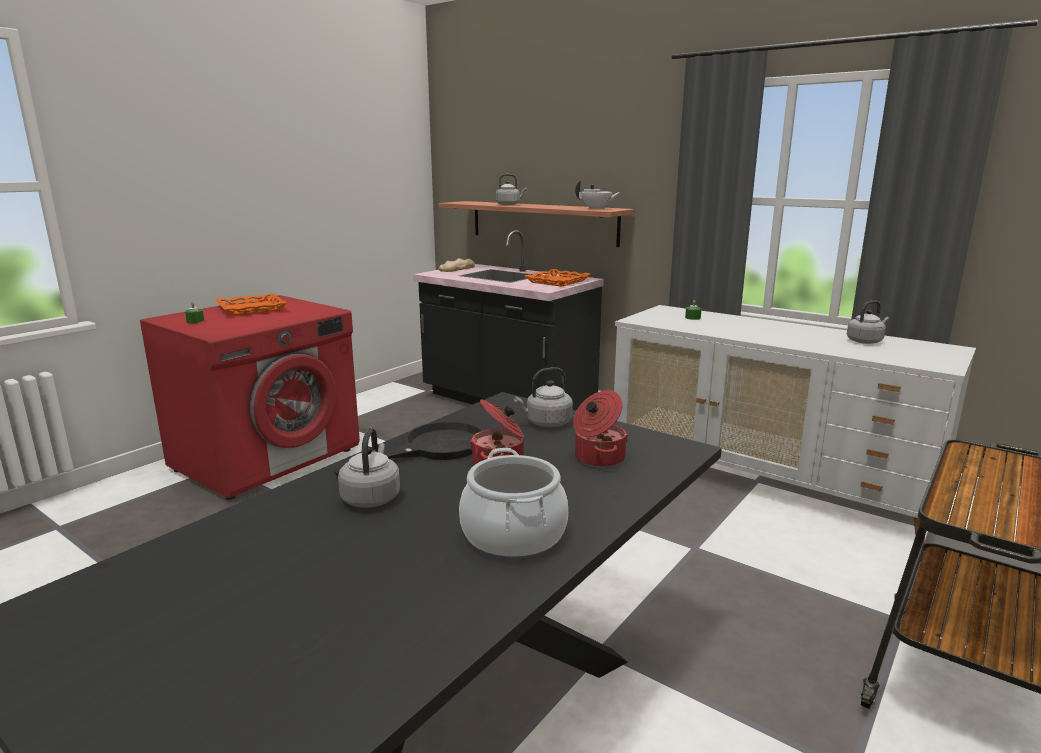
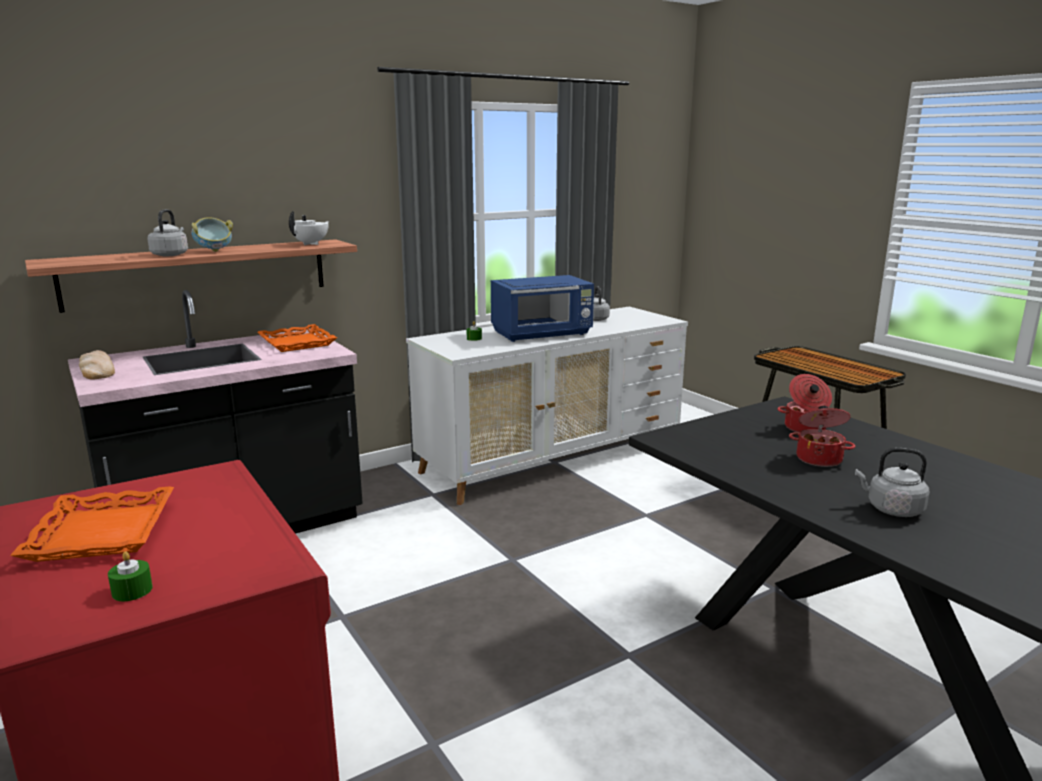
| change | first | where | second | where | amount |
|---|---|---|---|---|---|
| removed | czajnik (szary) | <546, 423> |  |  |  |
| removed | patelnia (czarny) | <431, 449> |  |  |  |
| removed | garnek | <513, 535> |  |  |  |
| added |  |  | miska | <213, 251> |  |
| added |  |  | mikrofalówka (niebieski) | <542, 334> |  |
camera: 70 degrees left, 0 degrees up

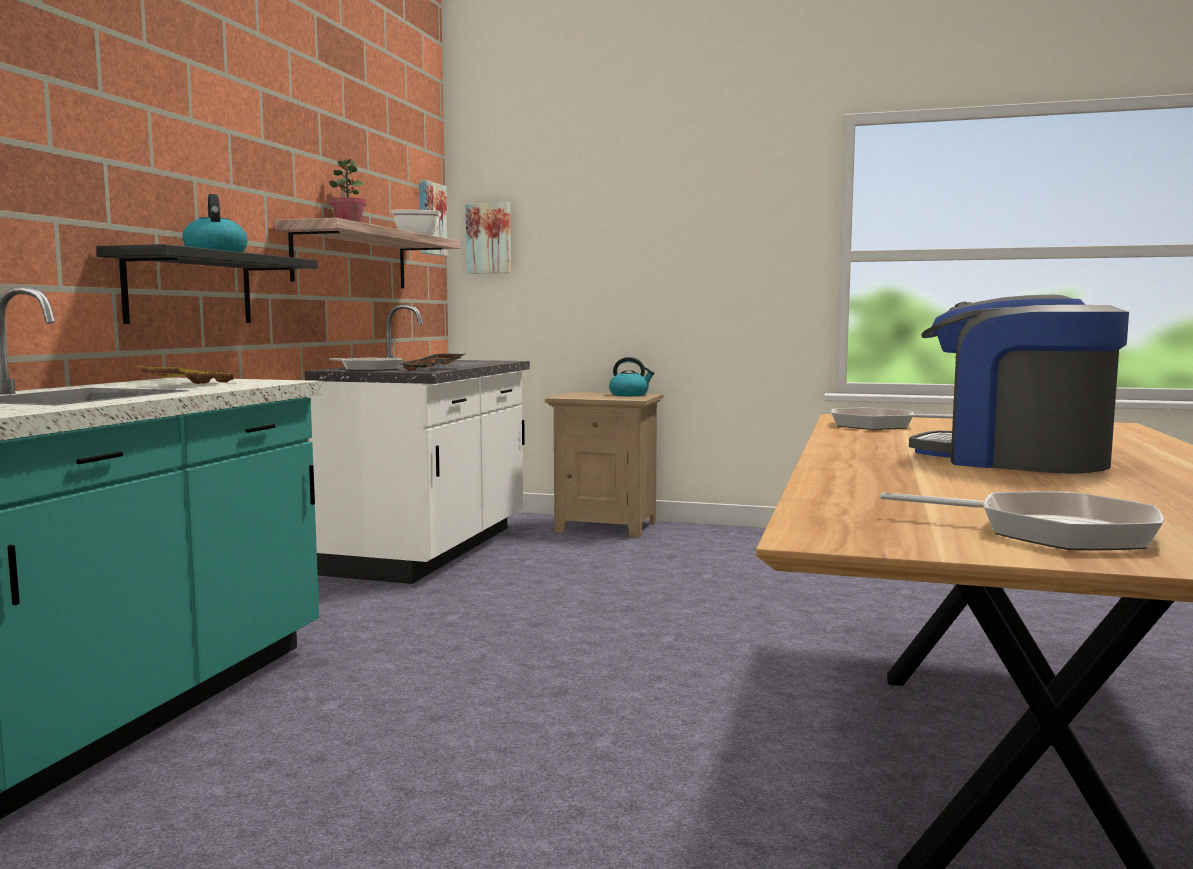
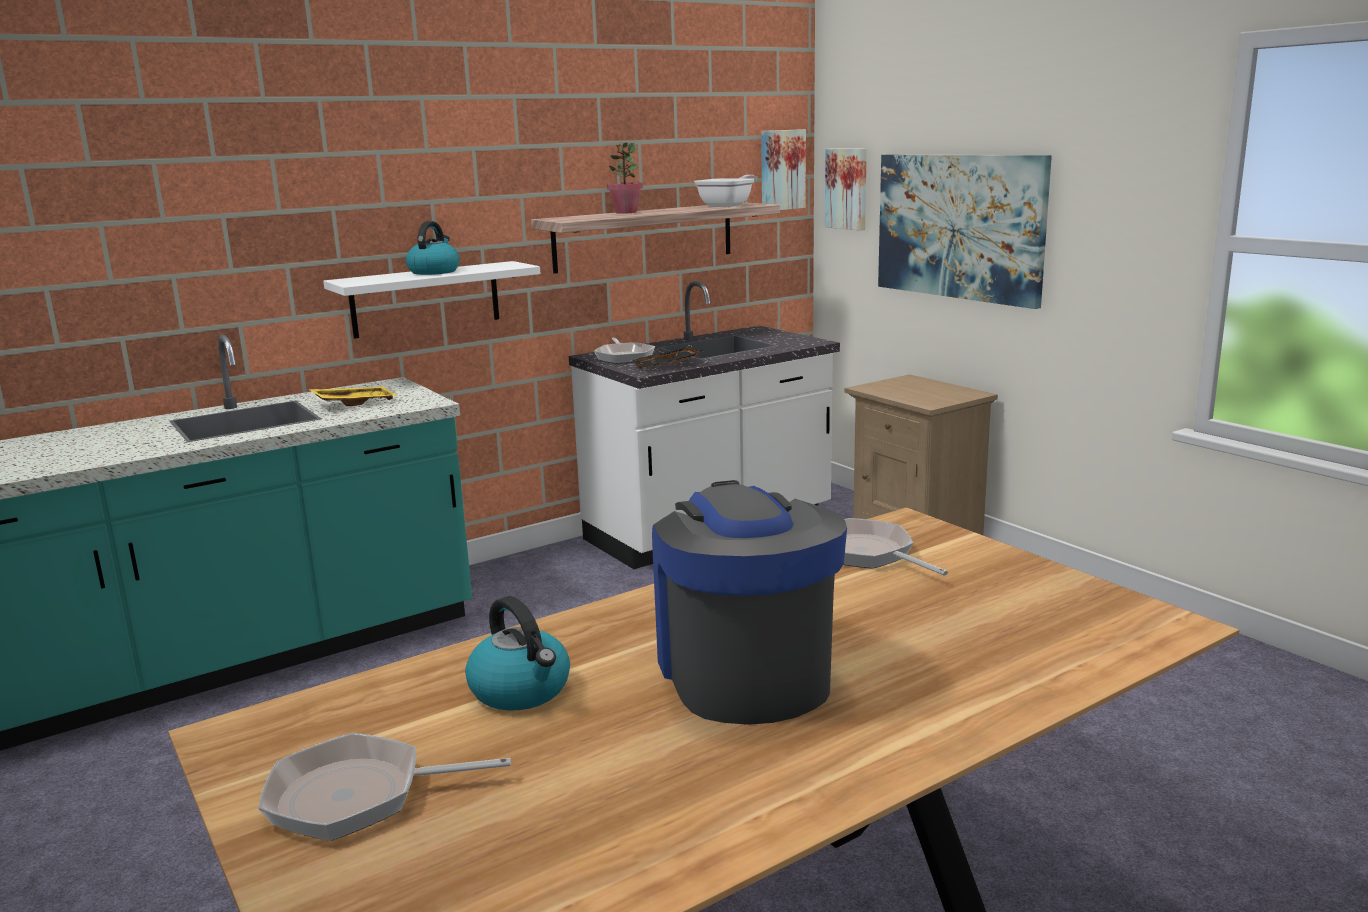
| change | first | where | second | where | amount |
|---|---|---|---|---|---|
| recoloured | półka (czarny) | <190, 289> | półka (biały) | <425, 299> |  |
| moved | czajnik | <629, 395> |  | <521, 690> |  |
| turned | patelnia | <1050, 532> |  | <358, 796> | 105 degrees clockwise |
| added |  |  | obraz | <959, 226> |  |
camera: 40 degrees right, 10 degrees up

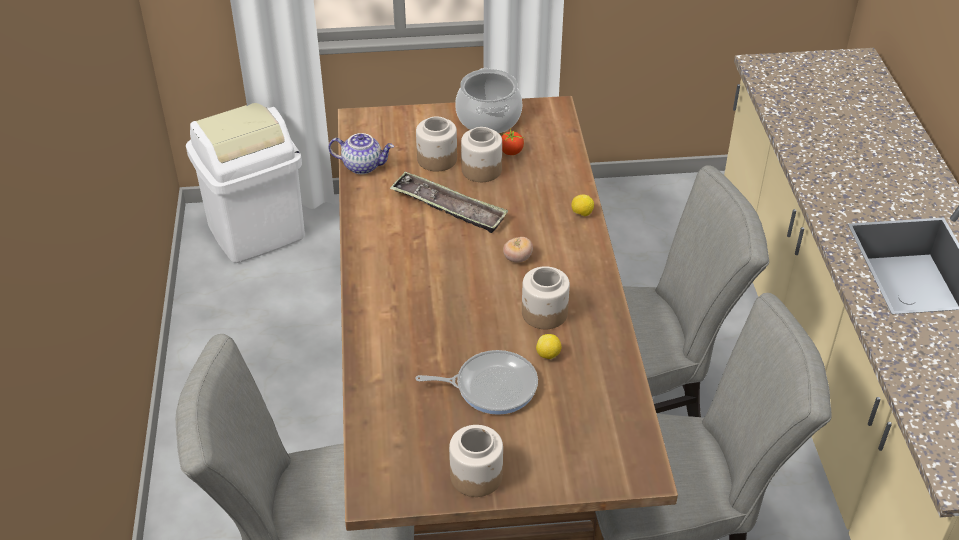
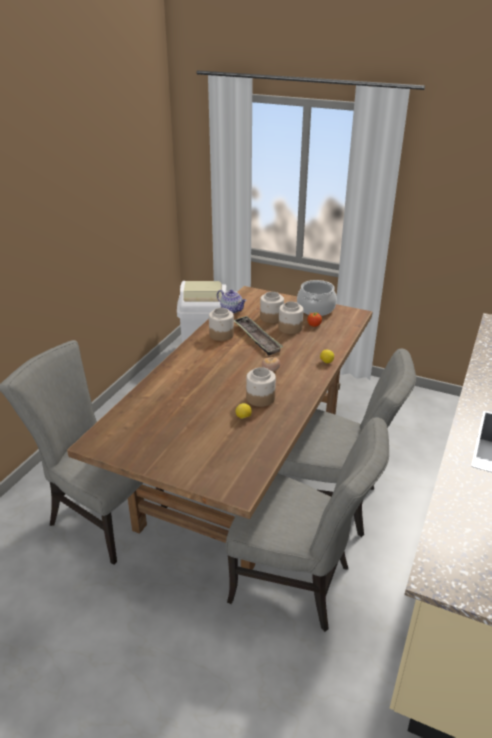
| change | first | where | second | where | amount |
|---|---|---|---|---|---|
| removed | patelnia | <491, 386> |  |  |  |
| moved | słoik | <476, 475> |  | <221, 334> |  |
camera: 30 degrees right, 10 degrees down

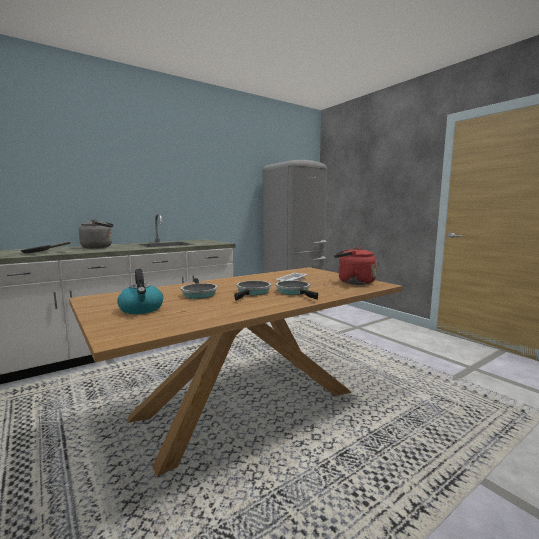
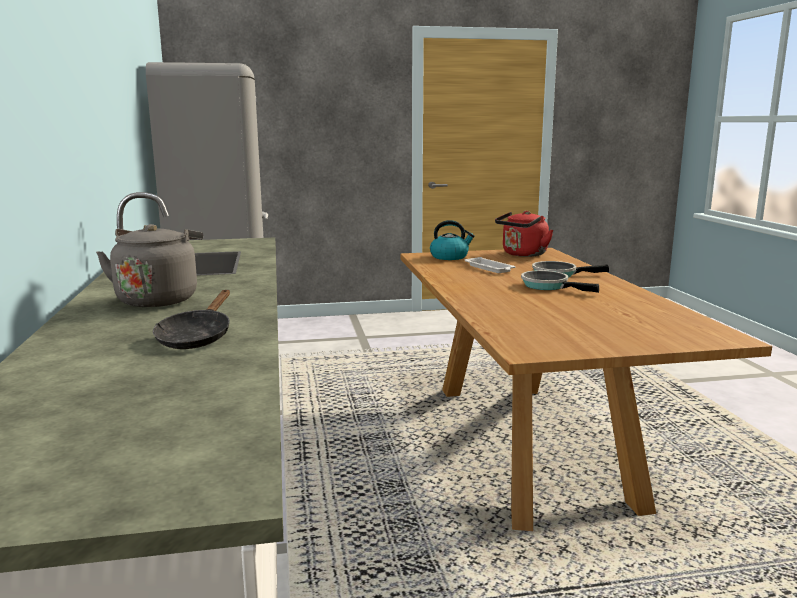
| change | first | where | second | where | amount |
|---|---|---|---|---|---|
| moved | czajnik | <141, 309> |  | <450, 257> |  |
| removed | patelnia | <198, 294> |  |  |  |
camera: 65 degrees left, 5 degrees up

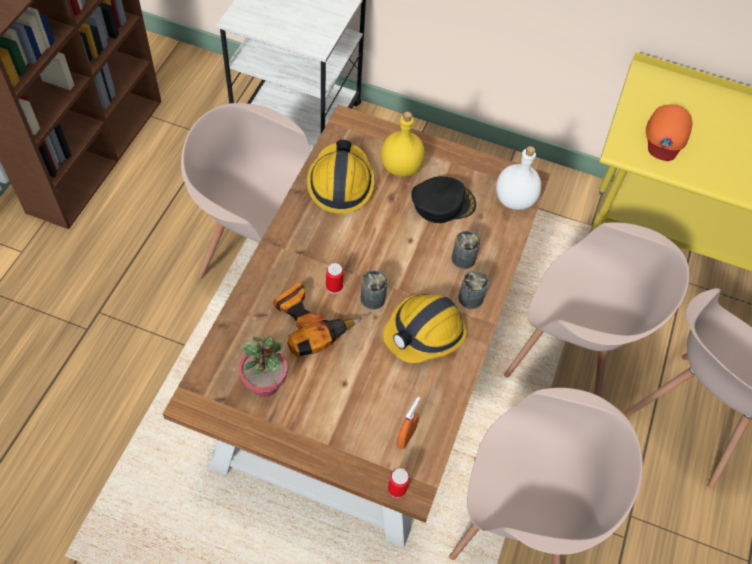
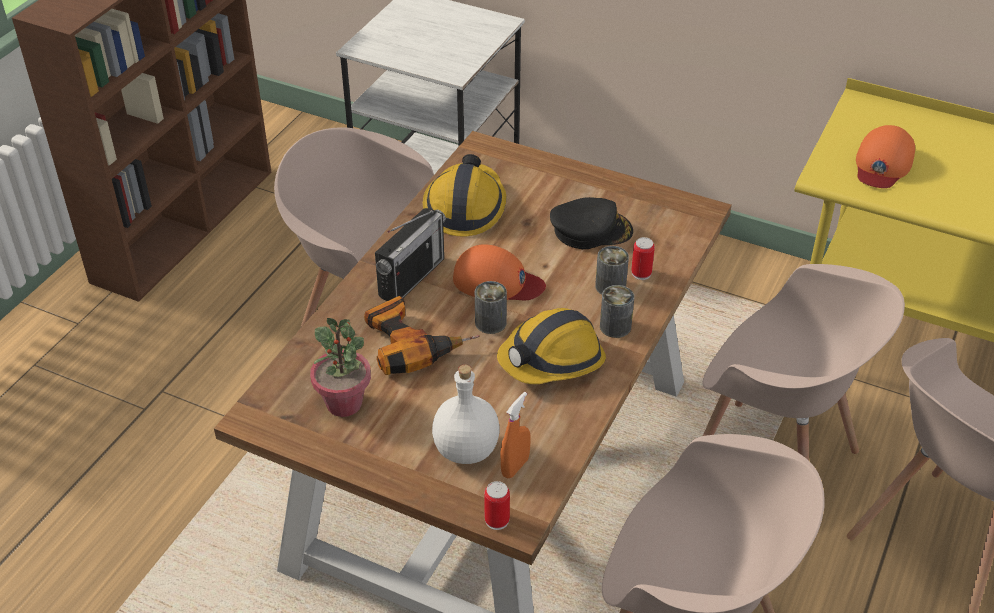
| change | first | where | second | where | amount |
|---|---|---|---|---|---|
| removed | butelka (żółty) | <401, 166> |  |  |  |
| moved | butelka (biały) | <515, 200> |  | <467, 450> |  |
| moved | puszka | <334, 287> |  | <641, 273> |  |
| added |  |  | radio | <411, 278> |  |
| added |  |  | czapka z daszkiem (pomarańczowy) | <497, 281> |  |
camera: 10 degrees right, 15 degrees down

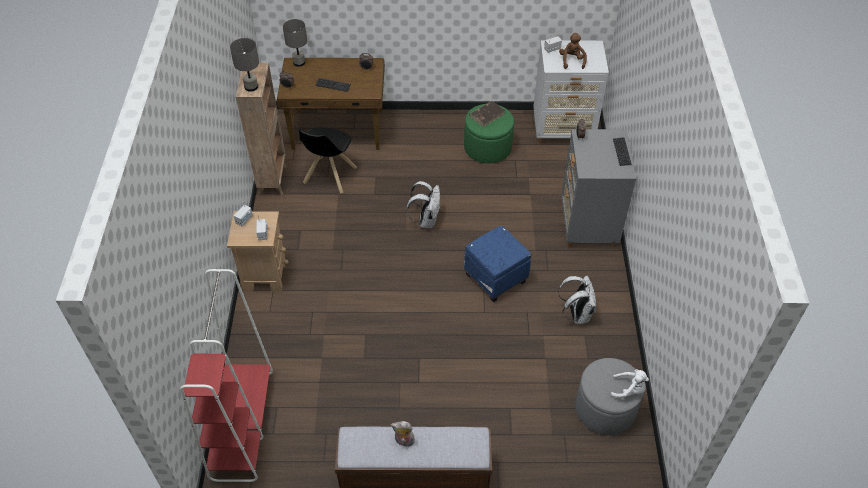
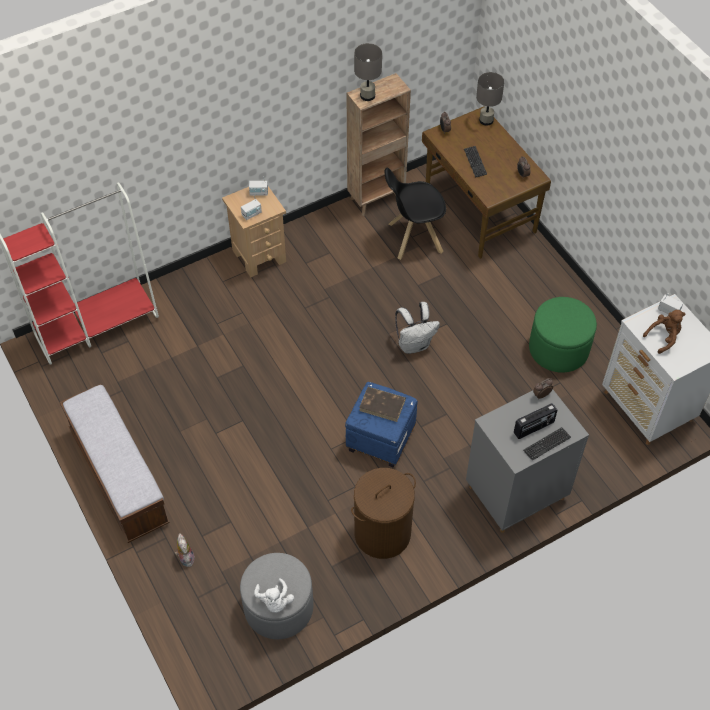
| change | first | where | second | where | amount |
|---|---|---|---|---|---|
| moved | książka (brązowy) | <487, 114> |  | <382, 405> |  |
| replaced | plecak (biały) | <577, 314> | kosz na pranie (brązowy) | <382, 533> |  |
| moved | pluszak | <403, 441> |  | <185, 558> |  |
| added |  |  | radio | <534, 428> |  |
camera: 60 degrees right, 5 degrees up

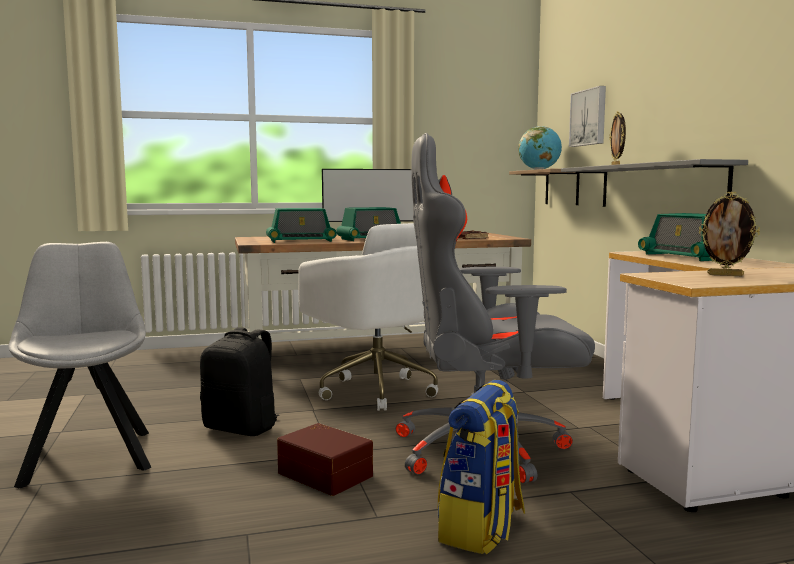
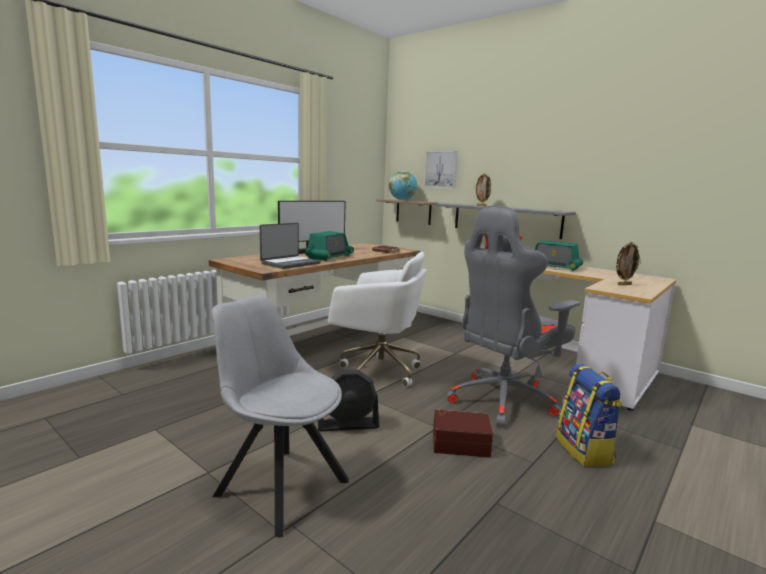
| change | first | where | second | where | amount |
|---|---|---|---|---|---|
| replaced | radio | <301, 241> | laptop | <290, 263> |  |
| replaced | plecak (czarny) | <242, 428> | wentylator (czarny) | <348, 425> |  |
camera: 35 degrees left, 5 degrees up

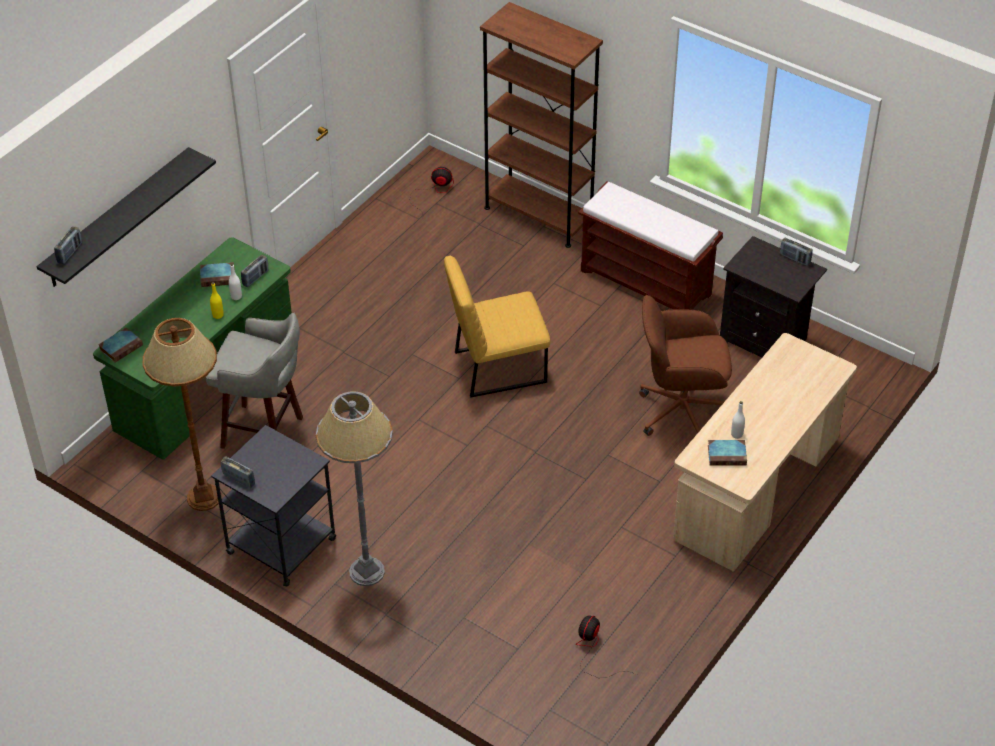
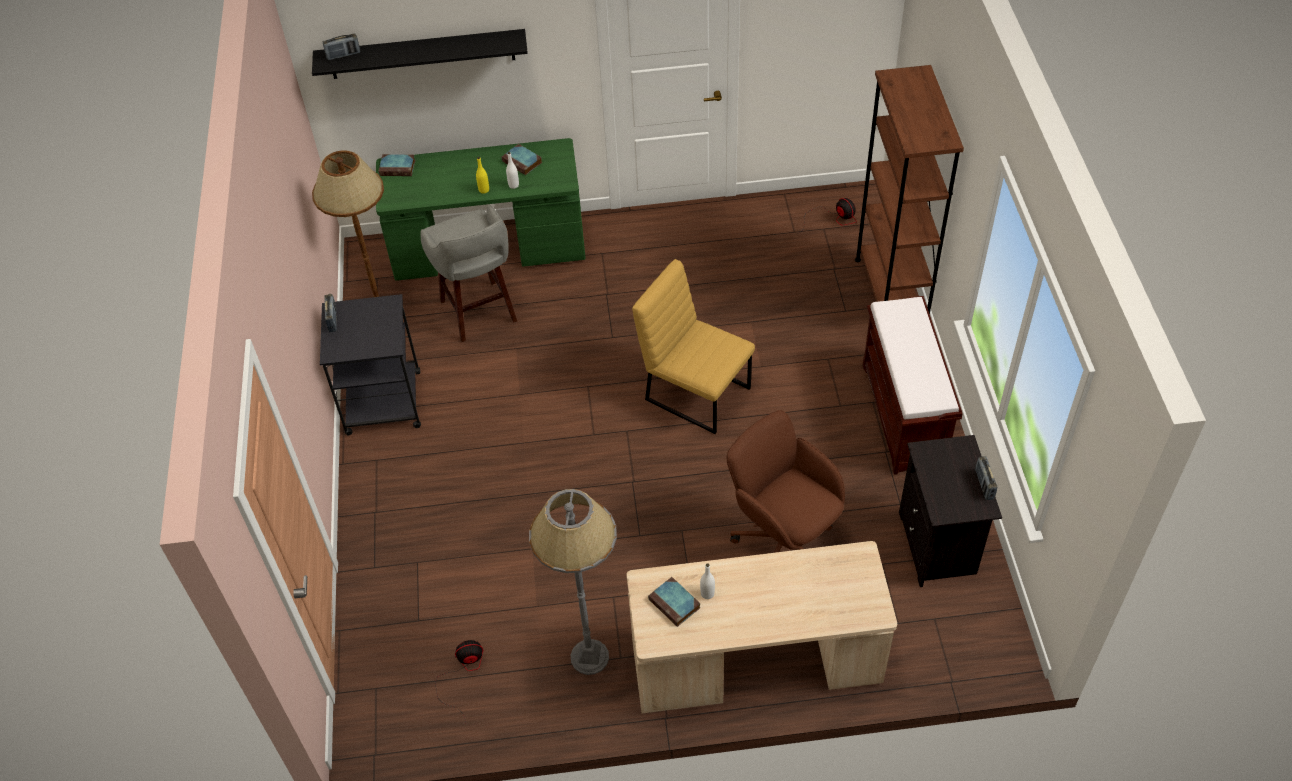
| change | first | where | second | where | amount |
|---|---|---|---|---|---|
| removed | radio | <255, 278> |  |  |  |
| moved | lampa stojąca (szary) | <366, 572> |  | <589, 657> |  |
camera: 50 degrees right, 5 degrees up

